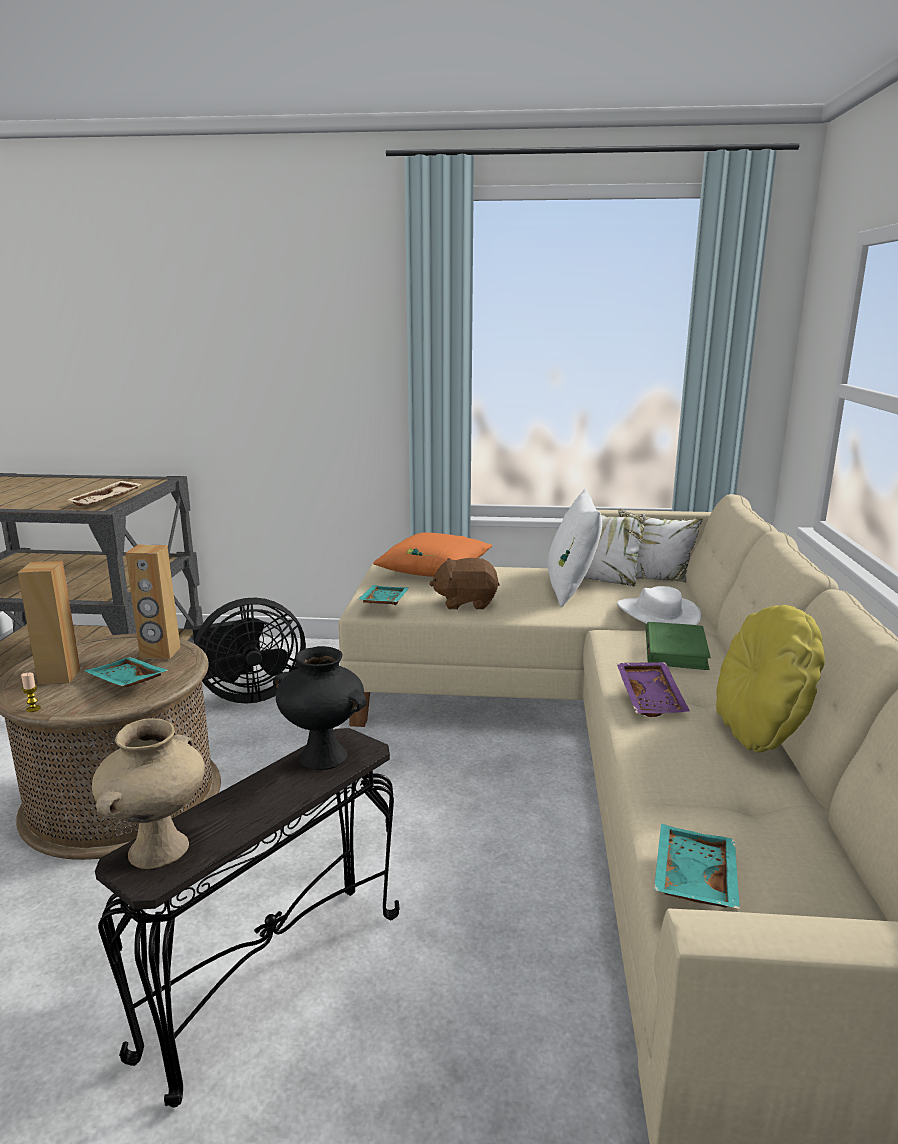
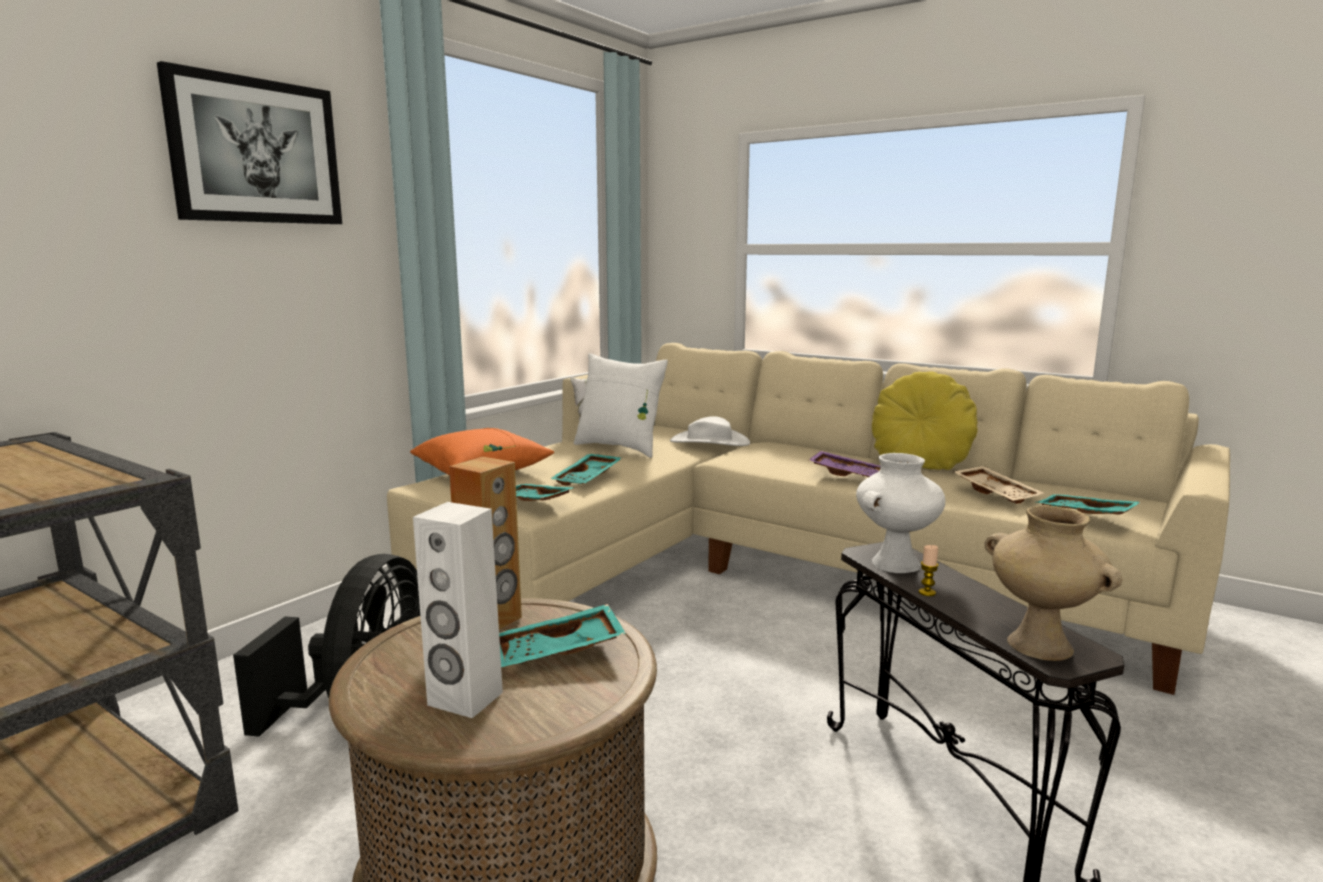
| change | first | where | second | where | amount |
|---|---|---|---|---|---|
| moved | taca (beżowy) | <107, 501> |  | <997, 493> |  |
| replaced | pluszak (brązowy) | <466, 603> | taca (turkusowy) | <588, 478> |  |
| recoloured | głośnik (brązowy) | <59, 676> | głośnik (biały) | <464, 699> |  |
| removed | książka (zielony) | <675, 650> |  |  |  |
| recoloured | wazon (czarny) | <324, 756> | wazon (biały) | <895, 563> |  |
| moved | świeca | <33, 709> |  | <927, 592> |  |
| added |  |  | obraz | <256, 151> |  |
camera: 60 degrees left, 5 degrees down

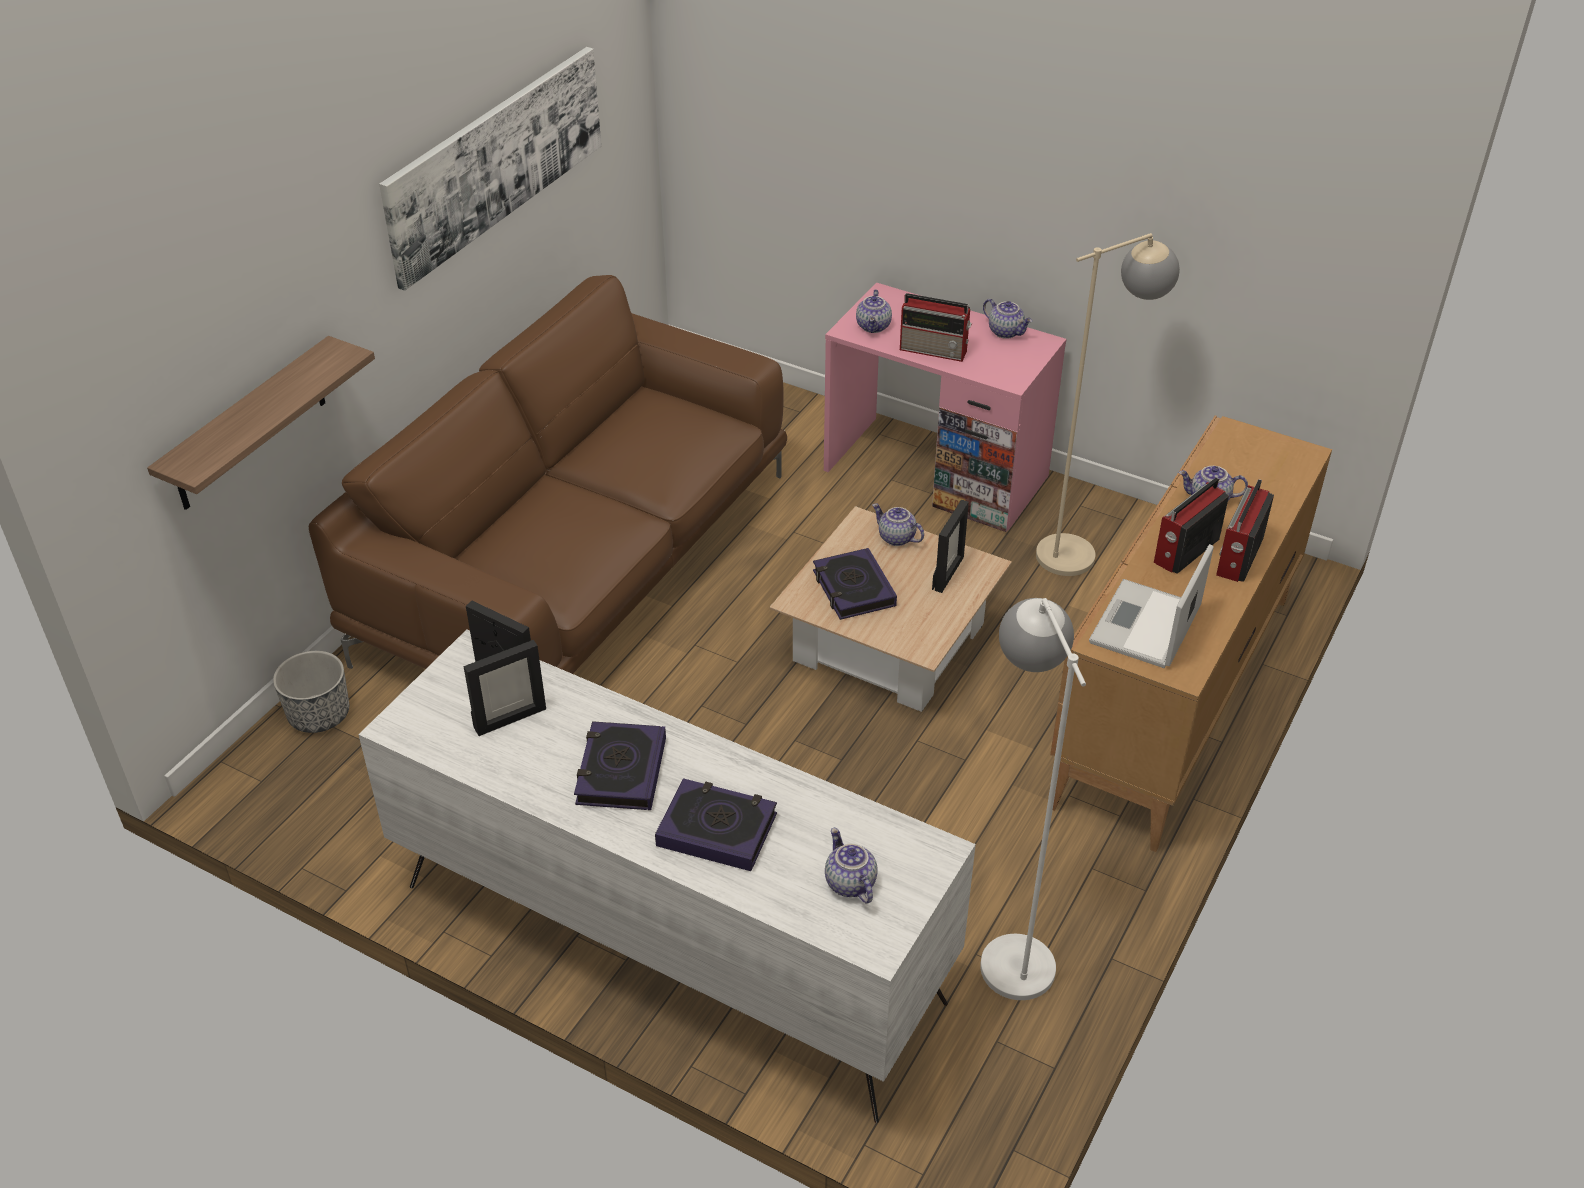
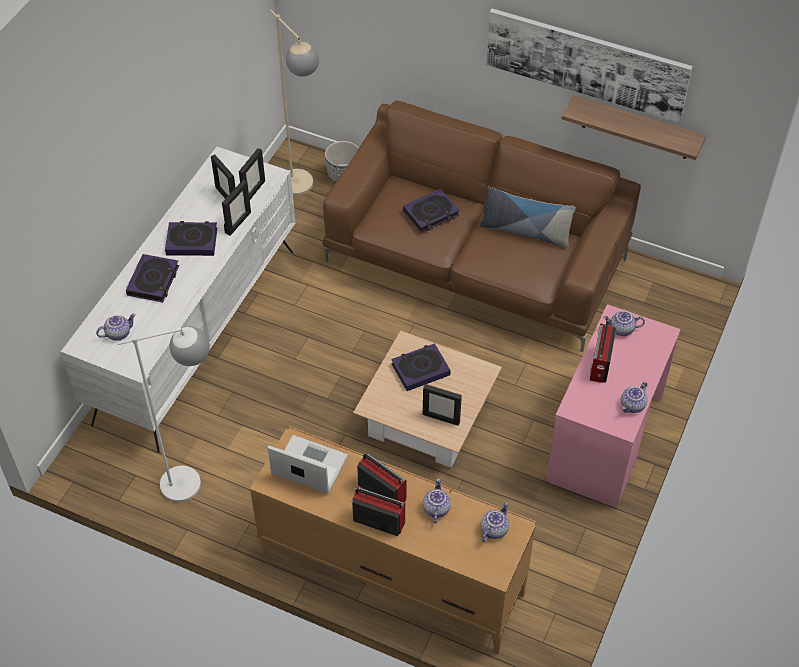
| change | first | where | second | where | amount |
|---|---|---|---|---|---|
| moved | lampa stojąca (beżowy) | <1082, 549> |  | <303, 190> |  |
| moved | półka | <249, 426> |  | <636, 128> |  |
| moved | imbryk | <896, 538> |  | <493, 529> |  |
| added |  |  | ramka na zdjęcie | <238, 222> |  |
| added |  |  | poduszka | <525, 231> |  |
| added |  |  | książka | <431, 214> |  |
camera: 85 degrees right, 10 degrees up

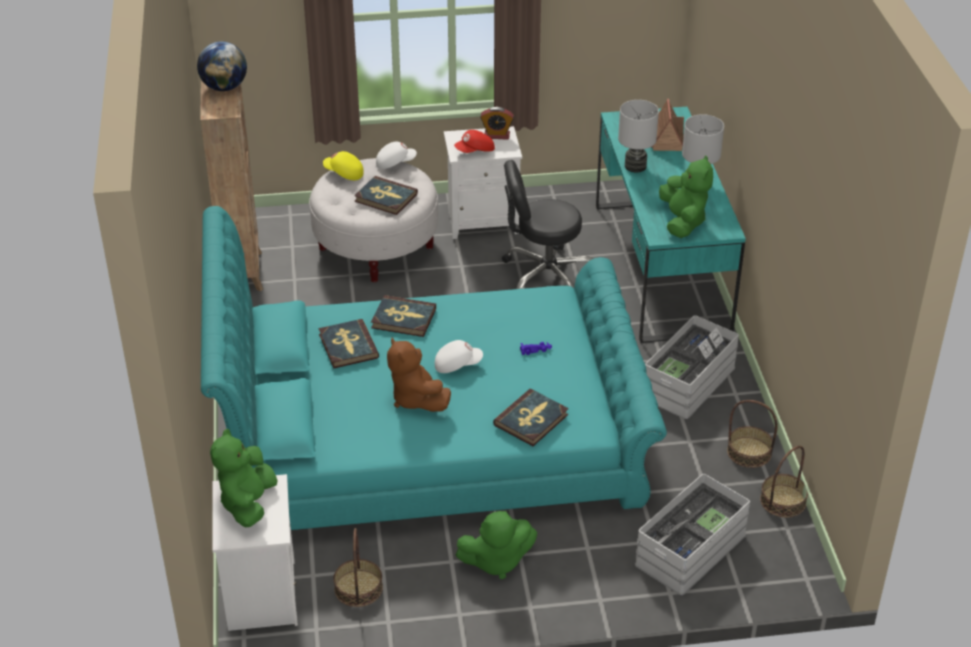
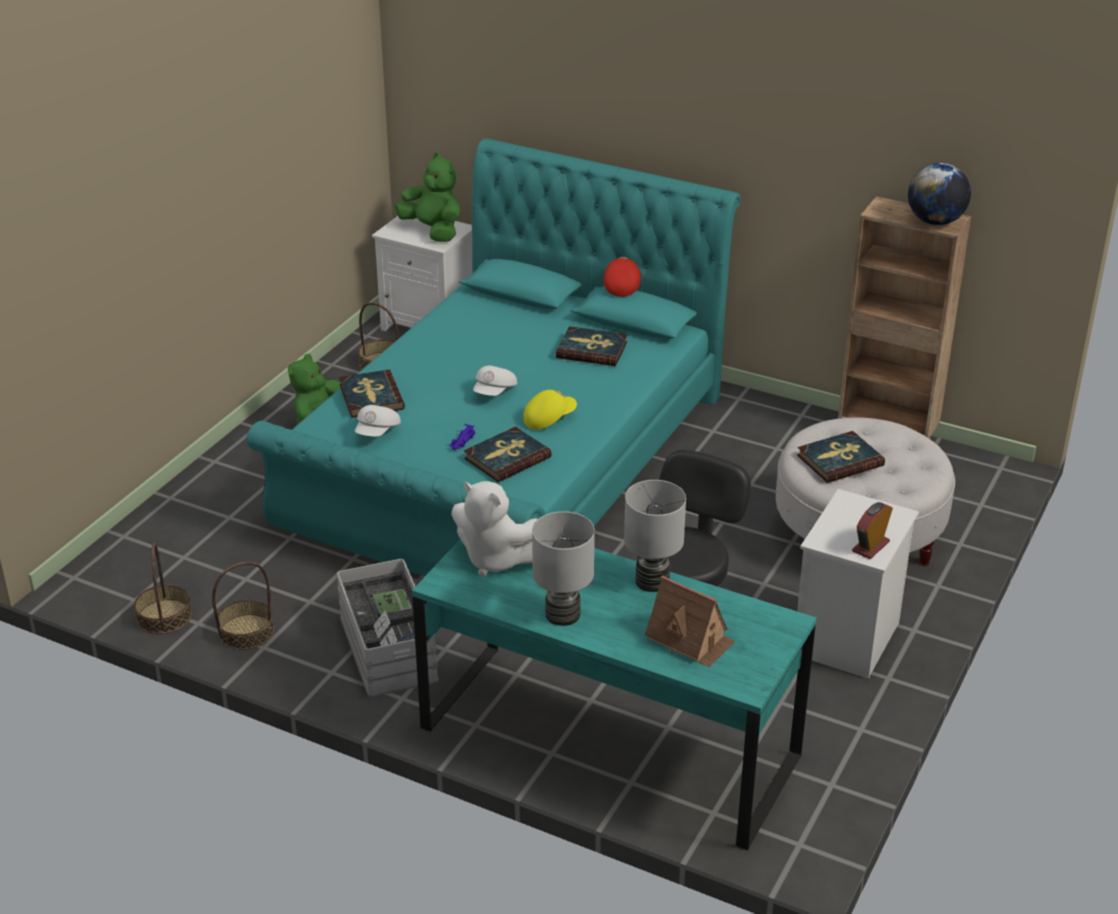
| change | first | where | second | where | amount |
|---|---|---|---|---|---|
| moved | czapka z daszkiem (czerwony) | <475, 151> |  | <621, 285> |  |
| moved | czapka z daszkiem (biały) | <395, 163> |  | <378, 432> |  |
| moved | czapka z daszkiem (żółty) | <344, 173> |  | <549, 419> |  |
| recoloured | pluszak (zielony) | <683, 222> | pluszak (biały) | <497, 559> |  |
| moved | książka | <403, 318> |  | <507, 458> |  |
| removed | pluszak (brązowy) | <416, 399> |  |  |  |
| removed | pojemnik do przechowywania (szary) | <691, 550> |  |  |  |
camera: 125 degrees right, 5 degrees down

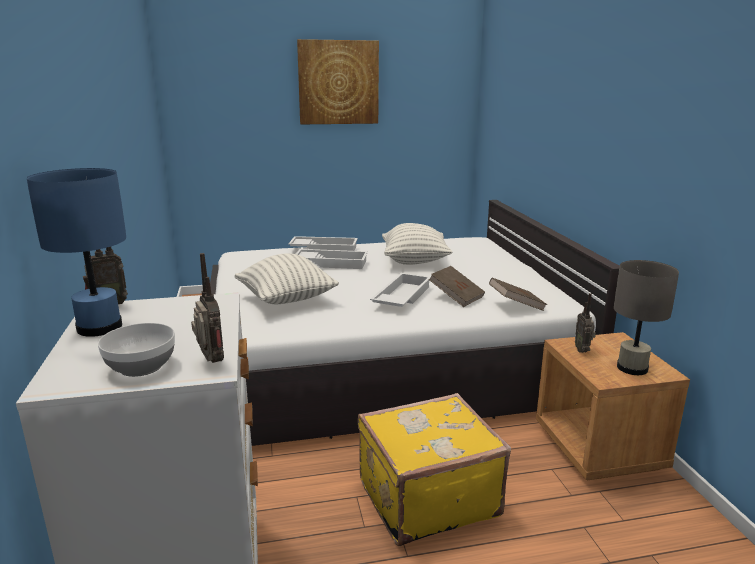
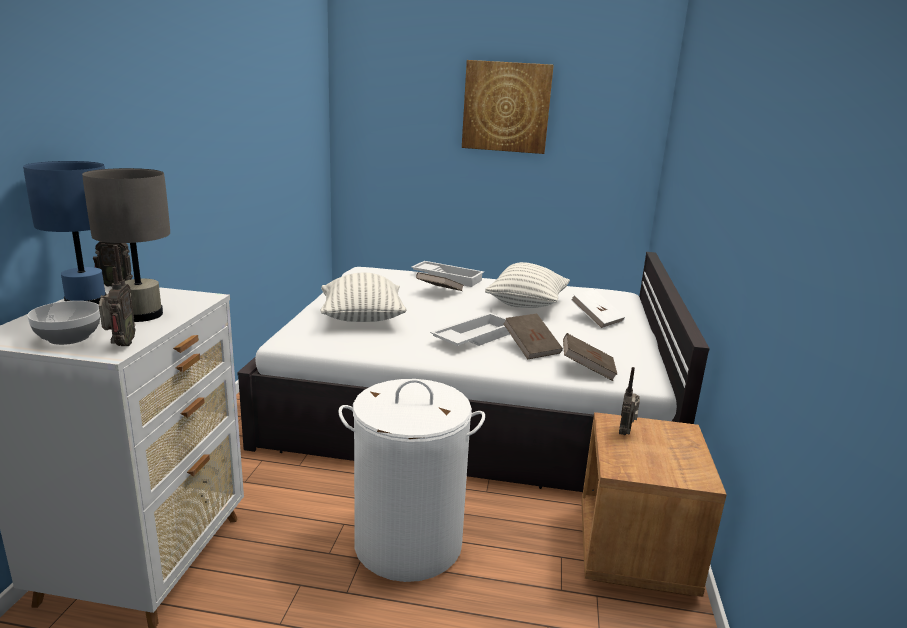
| change | first | where | second | where | amount |
|---|---|---|---|---|---|
| replaced | taca (biały) | <331, 263> | książka (brązowy) | <439, 292> |  |
| moved | lampa stołowa (szary) | <632, 368> |  | <141, 315> |  |
| replaced | walizka (żółty) | <426, 497> | kosz na pranie (biały) | <408, 544> |  |
| added |  |  | książka (biały) | <596, 319> |  |
camera: 20 degrees right, 0 degrees up

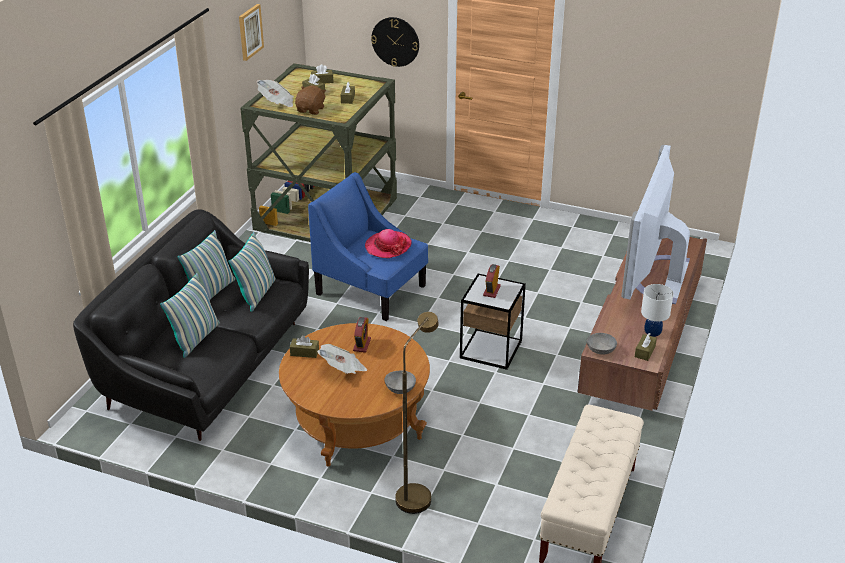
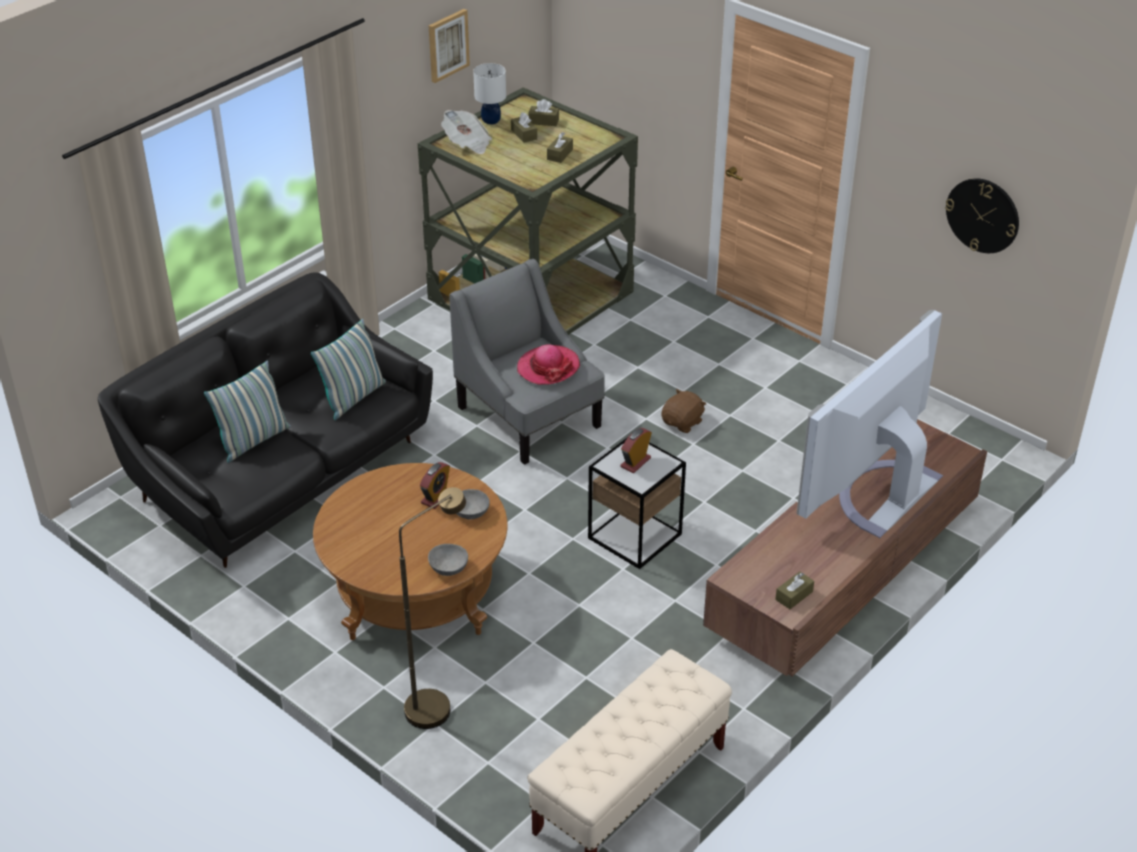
| change | first | where | second | where | amount |
|---|---|---|---|---|---|
| moved | zegar ścienny | <395, 41> |  | <982, 215> |  |
| moved | pluszak (brązowy) | <311, 110> |  | <683, 423> |  |
| recoloured | fotel (niebieski) | <371, 290> | fotel (szary) | <529, 416> |  |
| removed | poduszka | <211, 292> |  |  |  |
| moved | lampa stołowa (biały) | <653, 333> |  | <491, 122> |  |
| moved | miska (szary) | <601, 350> |  | <470, 512> |  |
| removed | pudełko chusteczek (brązowy) | <304, 352> |  |  |  |
| removed | gazeta | <343, 369> |  |  |  |
camera: 20 degrees right, 5 degrees up

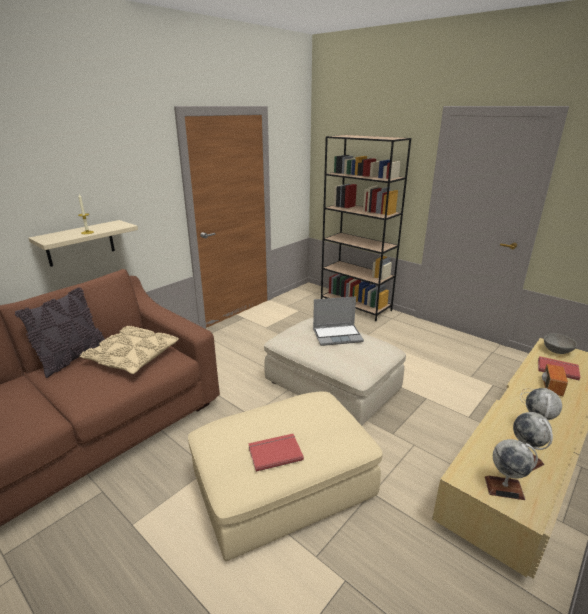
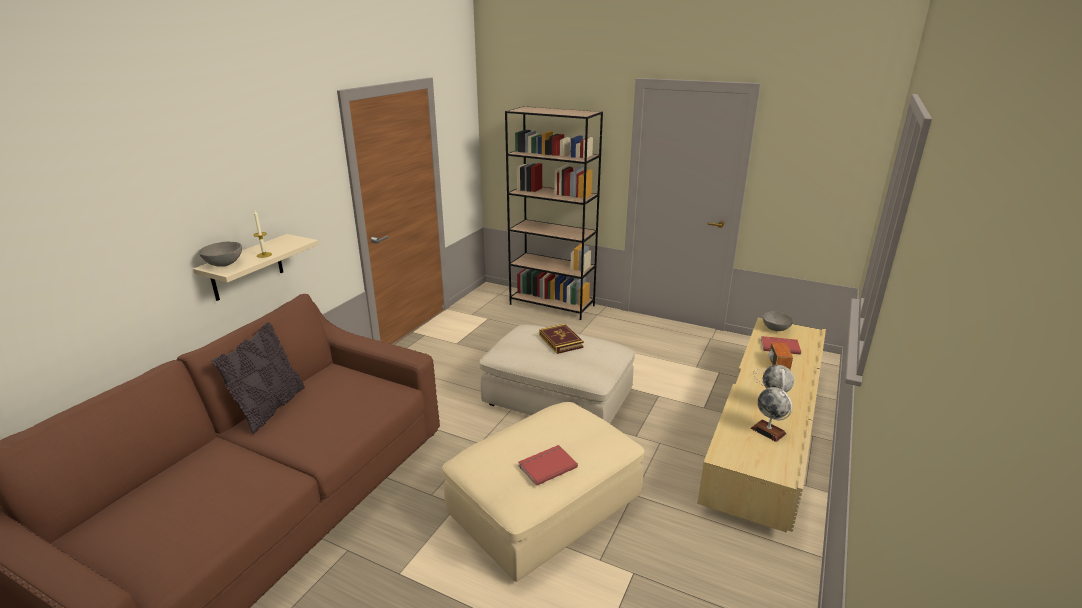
| change | first | where | second | where | amount |
|---|---|---|---|---|---|
| replaced | laptop | <338, 335> | książka | <560, 341> |  |
| removed | poduszka (beżowy) | <132, 357> |  |  |  |
| removed | globus | <504, 488> |  |  |  |
| added |  |  | miska (szary) | <224, 264> |  |
camera: 15 degrees left, 0 degrees up

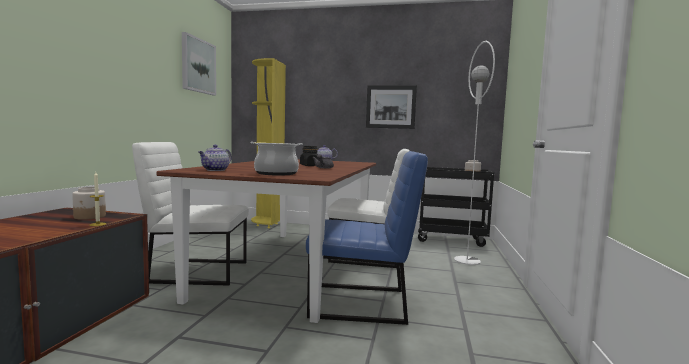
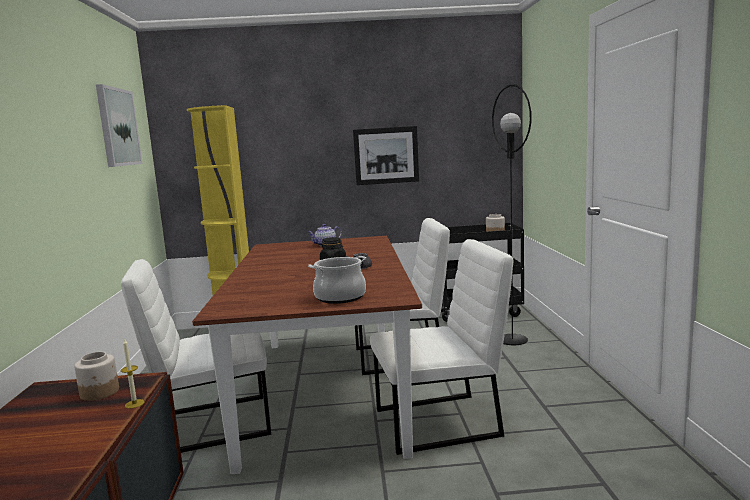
| change | first | where | second | where | amount |
|---|---|---|---|---|---|
| recoloured | lampa stojąca (biały) | <467, 260> | lampa stojąca (czarny) | <512, 340> |  |
| removed | imbryk | <215, 170> |  |  |  |
| recoloured | krzesło (niebieski) | <362, 303> | krzesło (biały) | <441, 422> |  |
camera: 15 degrees left, 5 degrees up

